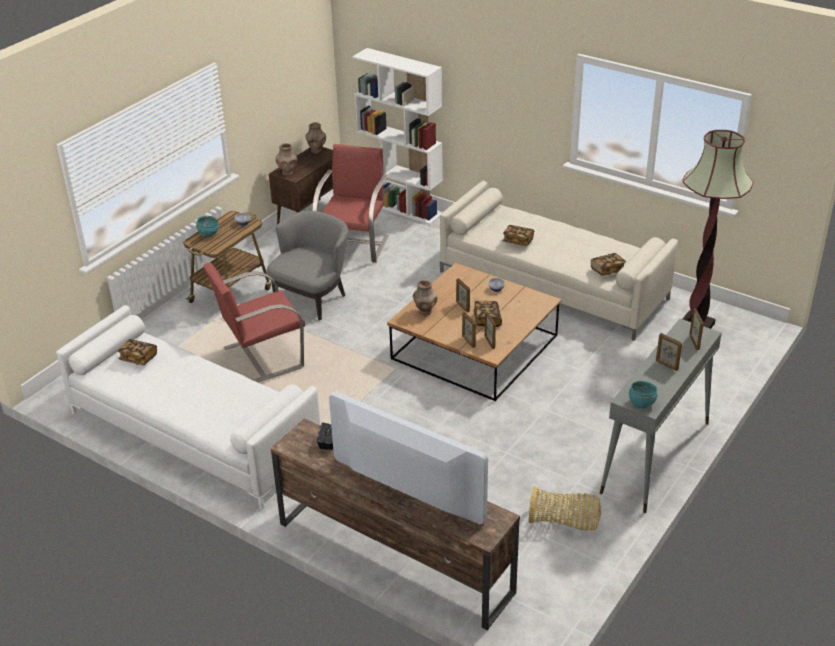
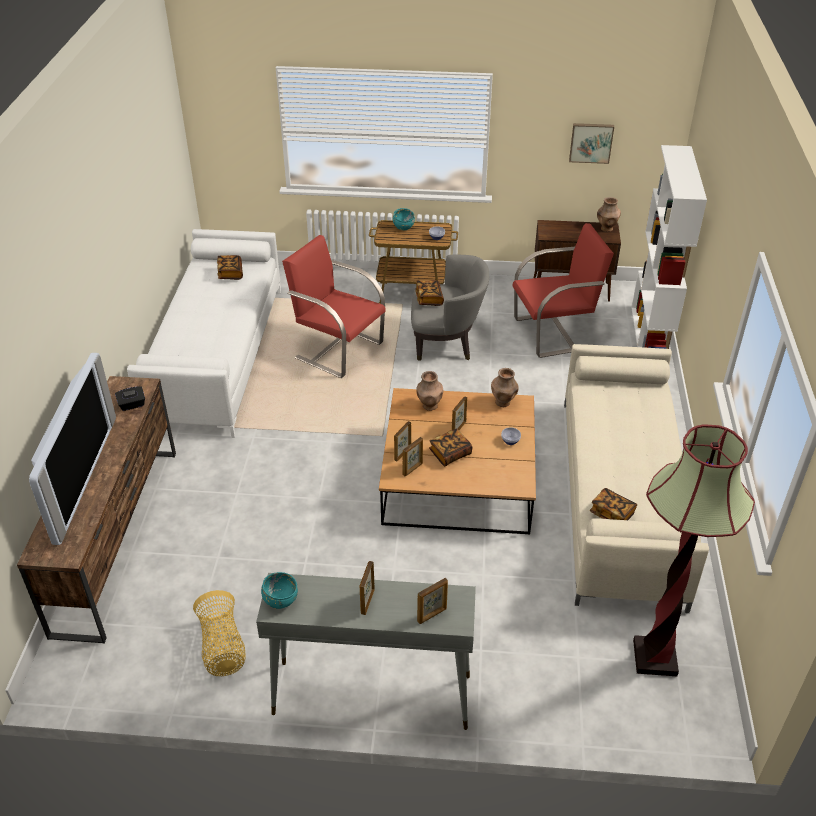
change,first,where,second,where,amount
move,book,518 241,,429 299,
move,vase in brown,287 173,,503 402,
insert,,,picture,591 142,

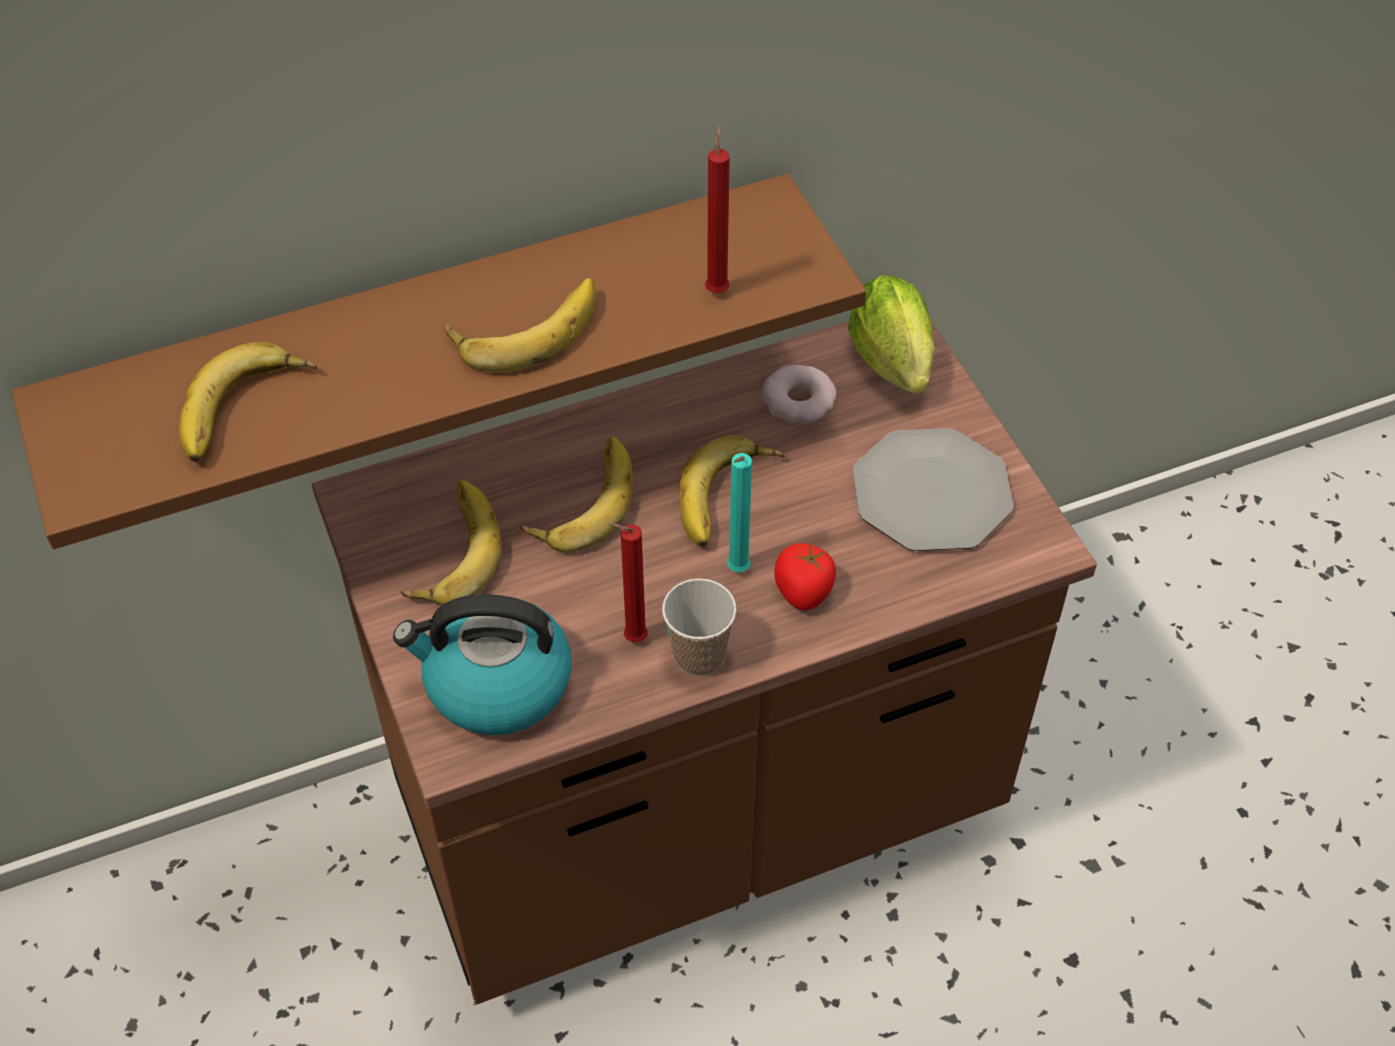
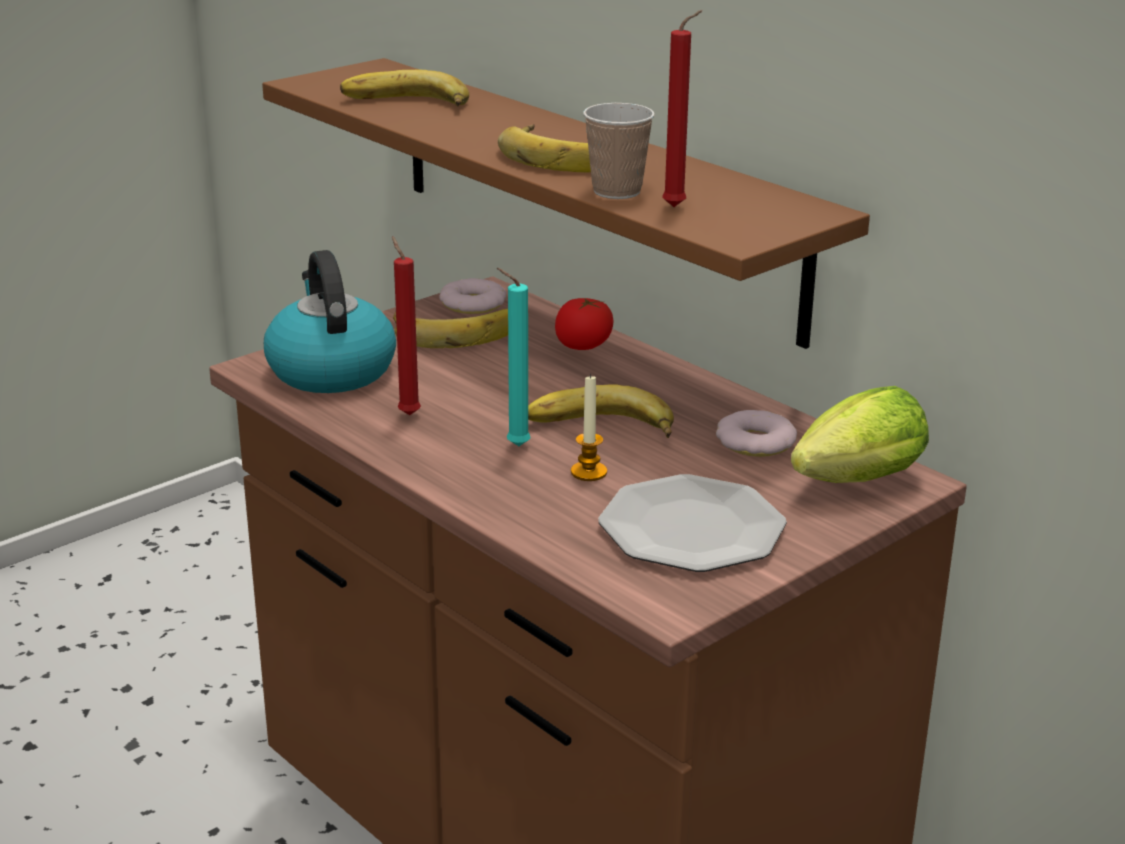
change,first,where,second,where,amount
insert,,,donut,472 304,
move,tomato,803 592,,584 345,
insert,,,candle,588 472,
move,cup,699 656,,617 191,
delete,banana,581 500,,,

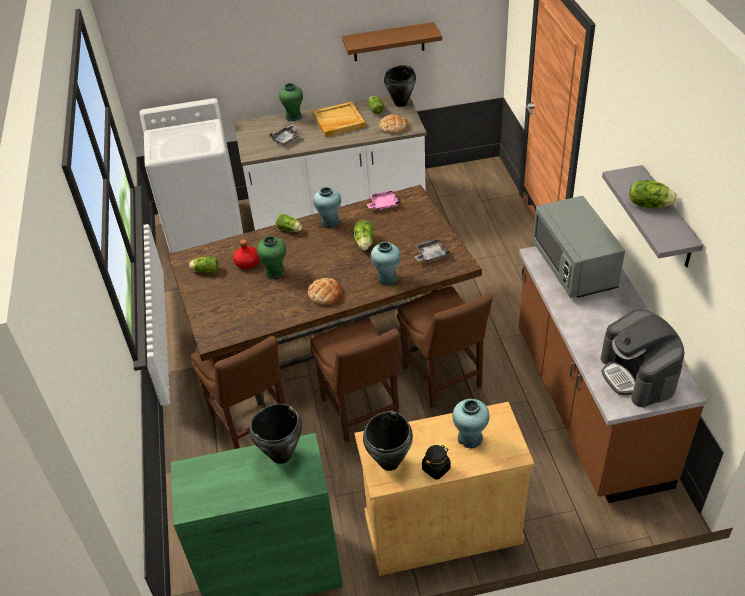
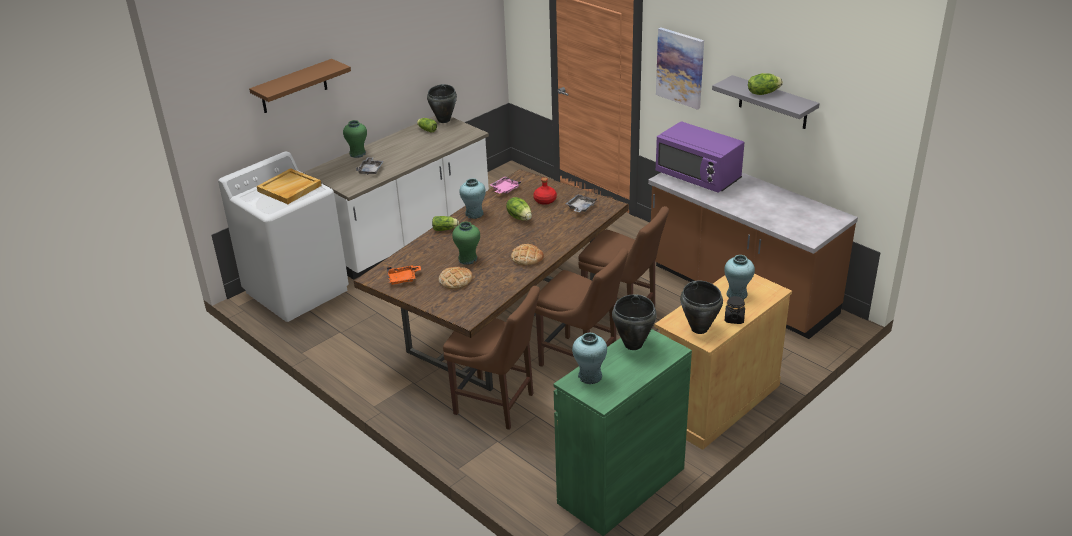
change,first,where,second,where,amount
move,shelf in brown,388 42,,293 86,
move,tray in beige,338 121,,289 189,
replace,lettuce,204 270,tray in orange,403 279,
move,bread,393 127,,455 281,
move,bottle in red,247 263,,545 200,
move,vase in turquoise,387 278,,590 376,
insert,,,picture,680 67,
recolor,microwave in grey,574 267,microwave in purple,698 177,
delete,coffee machine,637 375,,,

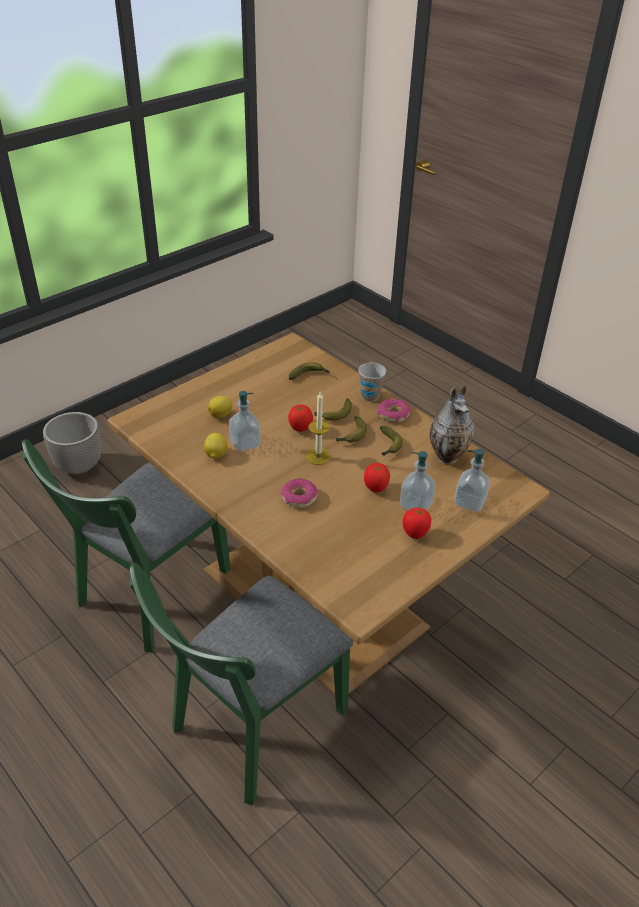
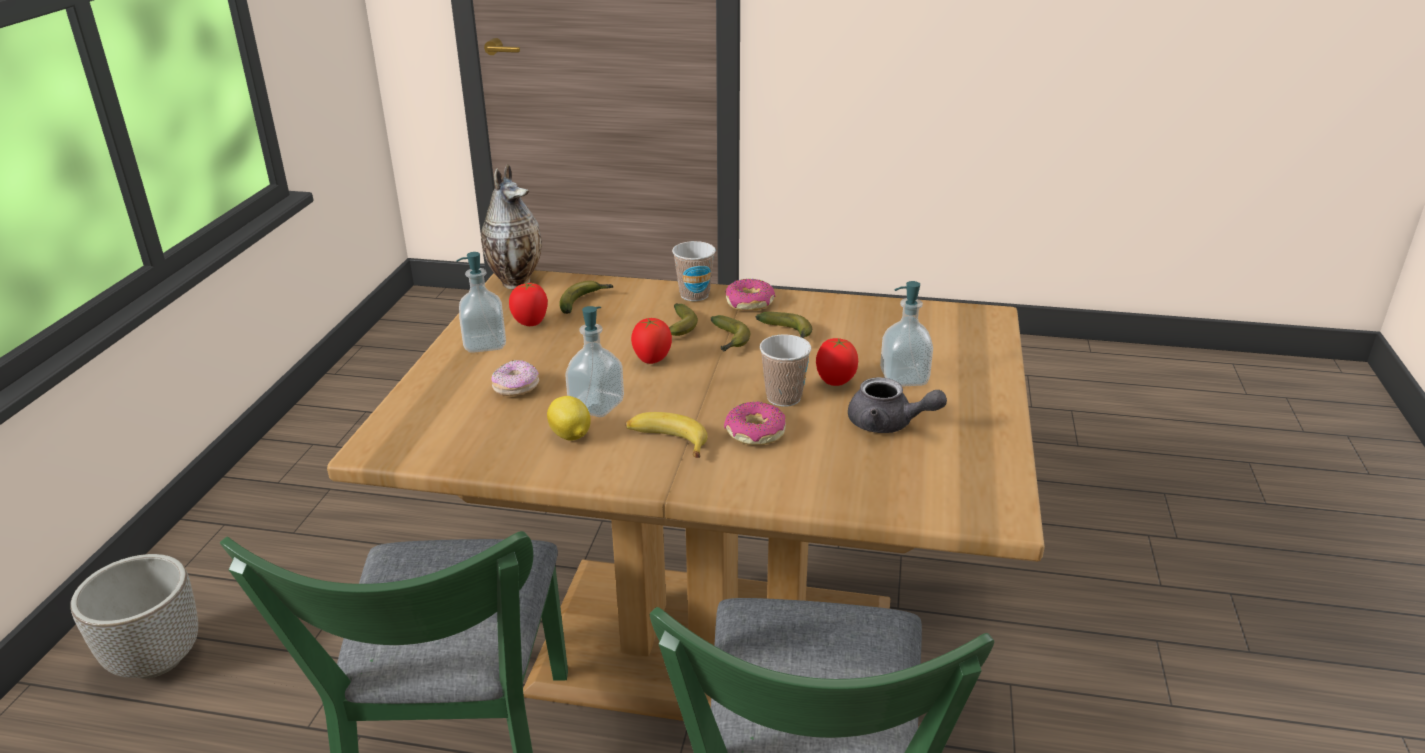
change,first,where,second,where,amount
move,soap dispenser,469 502,,485 344,
move,vase,448 456,,516 281,
replace,lemon,221 415,donut,516 388,
move,tomato,415 534,,531 323,
insert,,,banana,666 441,
insert,,,cup,783 397,
insert,,,teapot in grey,888 424,
delete,candle,318 456,,,

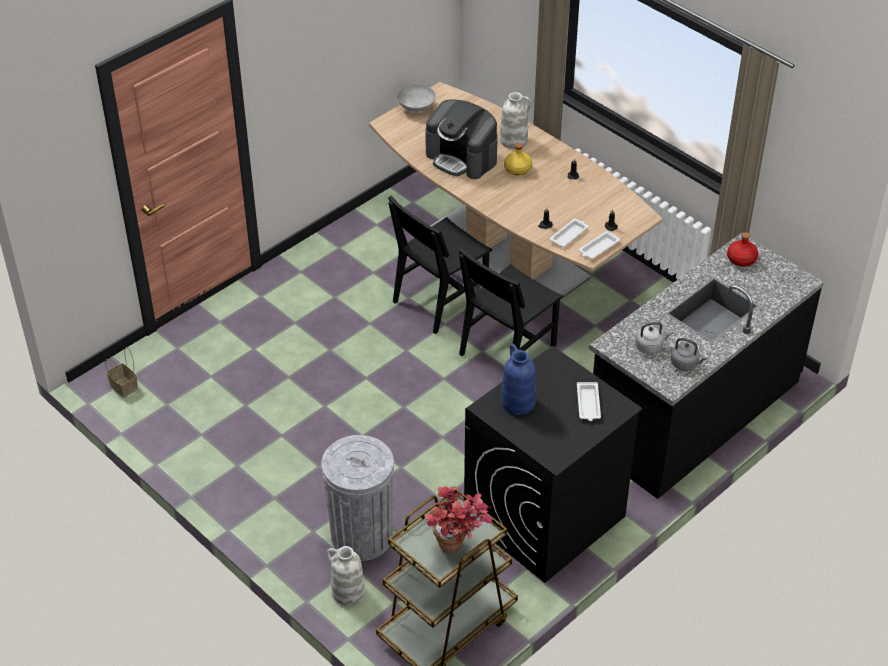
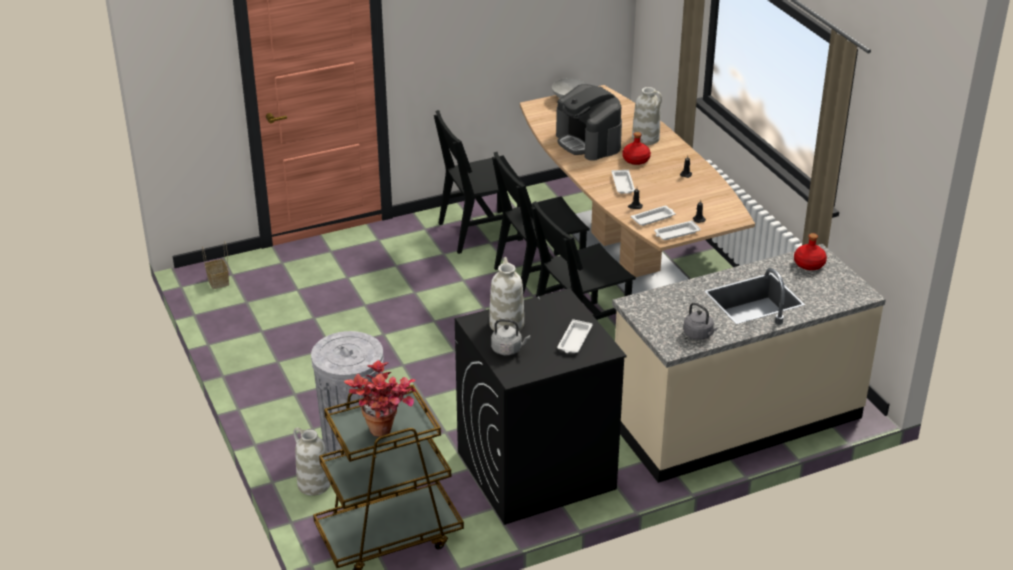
change,first,where,second,where,amount
insert,,,chair in black,480 231,
recolor,vase in blue,517 402,vase in white,506 324,
move,kettle in grey,650 346,,508 349,
insert,,,tray in white,623 184,
recolor,counter in black,692 412,counter in beige,735 418,
recolor,bottle in yellow,517 169,bottle in red,635 160,

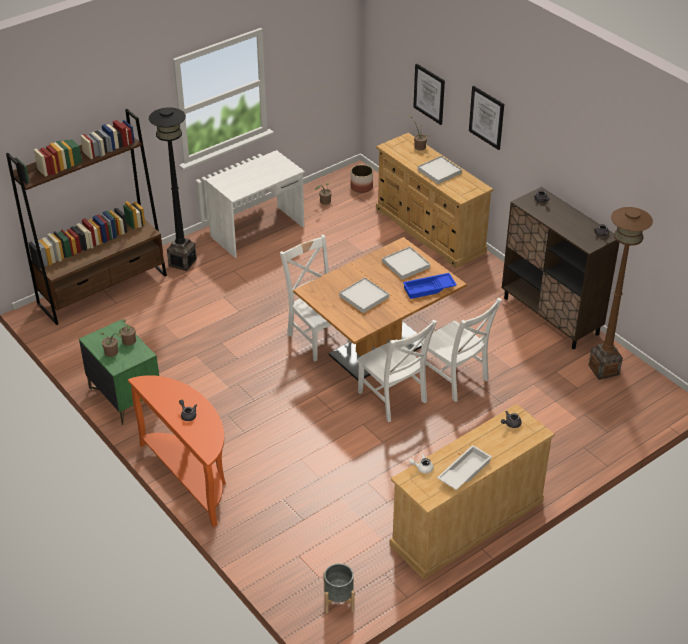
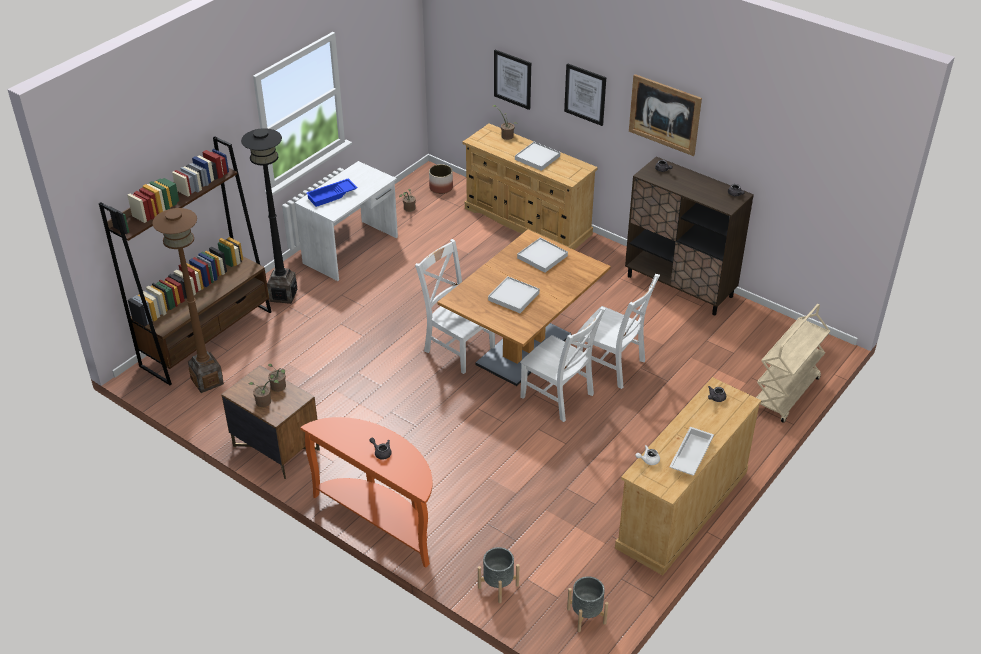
change,first,where,second,where,amount
move,floor lamp in brown,603 369,,207 381,
recolor,nightstand in green,124 396,nightstand in brown,275 448,
move,tray in blue,429 289,,332 196,
insert,,,planter in grey,498 586,
insert,,,picture,664 114,
insert,,,cart in beige,786 394,

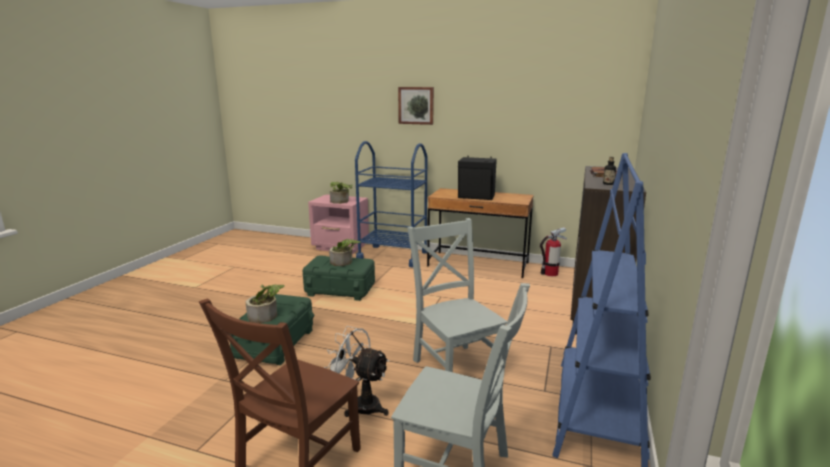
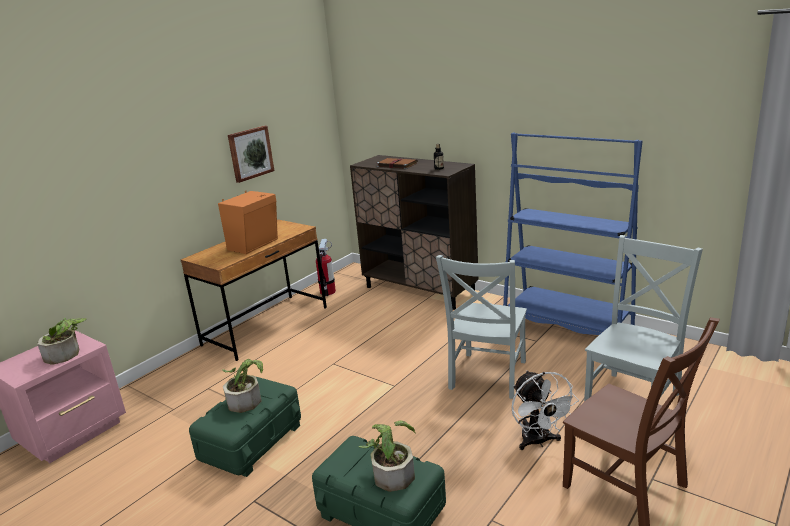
change,first,where,second,where,amount
recolor,speaker in black,476 197,speaker in orange,255 244,
move,picture,416 105,,250 153,
rotate,chair in grey,455 366,,487 377,60 degrees counterclockwise
rotate,fan in white,360 405,,538 442,60 degrees counterclockwise
delete,cart in blue,393 256,,,

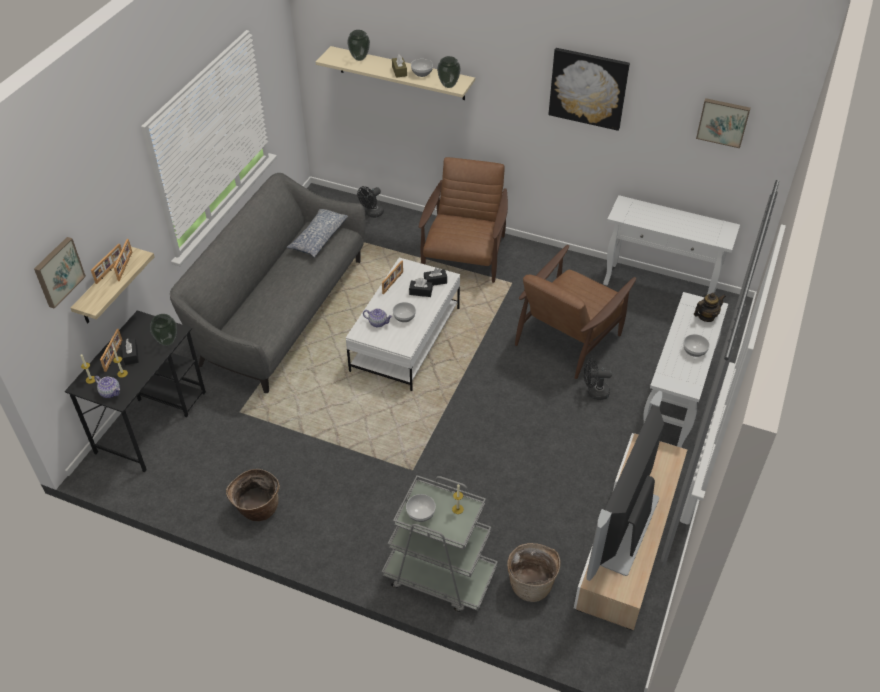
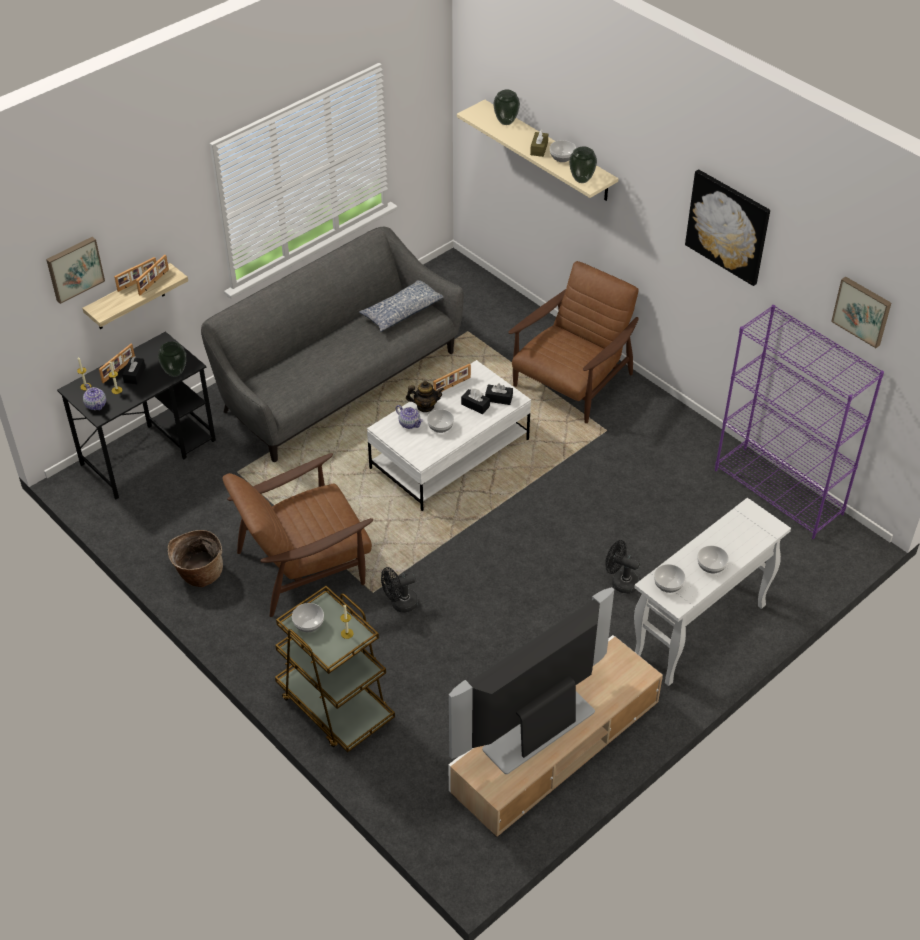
change,first,where,second,where,amount
move,armchair in brown,568 337,,304 565,
recolor,cart in grey,439 576,cart in brown,335 706,
move,fan in black,372 214,,400 604,
move,teapot,706 316,,425 406,
insert,,,bowl,668 585,
replace,console table in white,660 287,bookcase in purple,779 492,
delete,basket,531 583,,,

